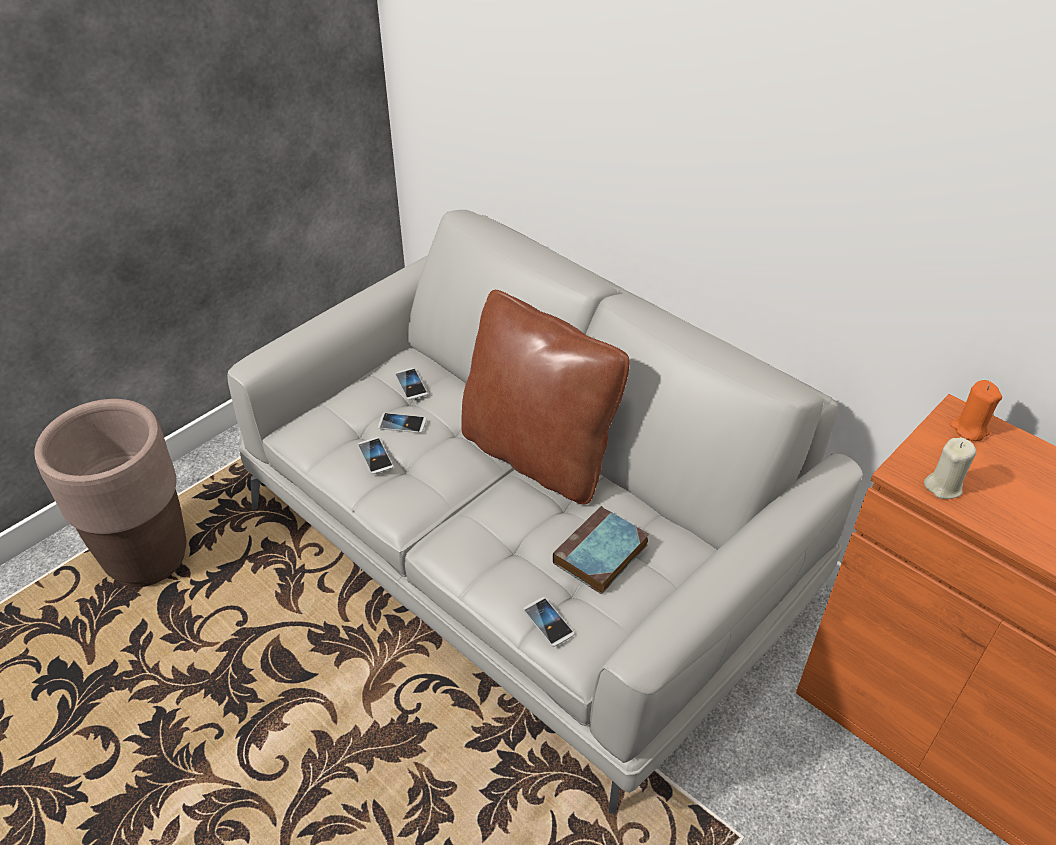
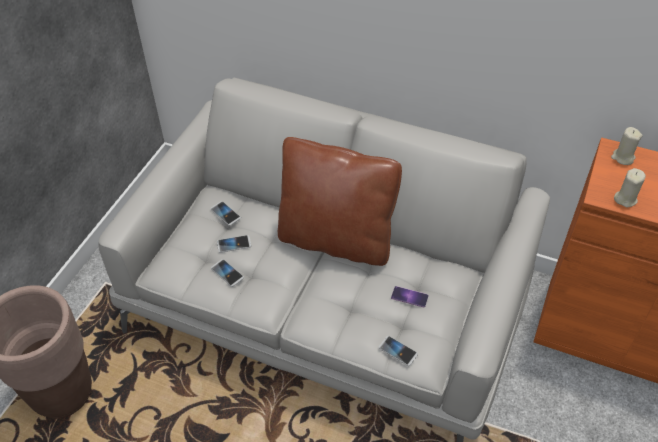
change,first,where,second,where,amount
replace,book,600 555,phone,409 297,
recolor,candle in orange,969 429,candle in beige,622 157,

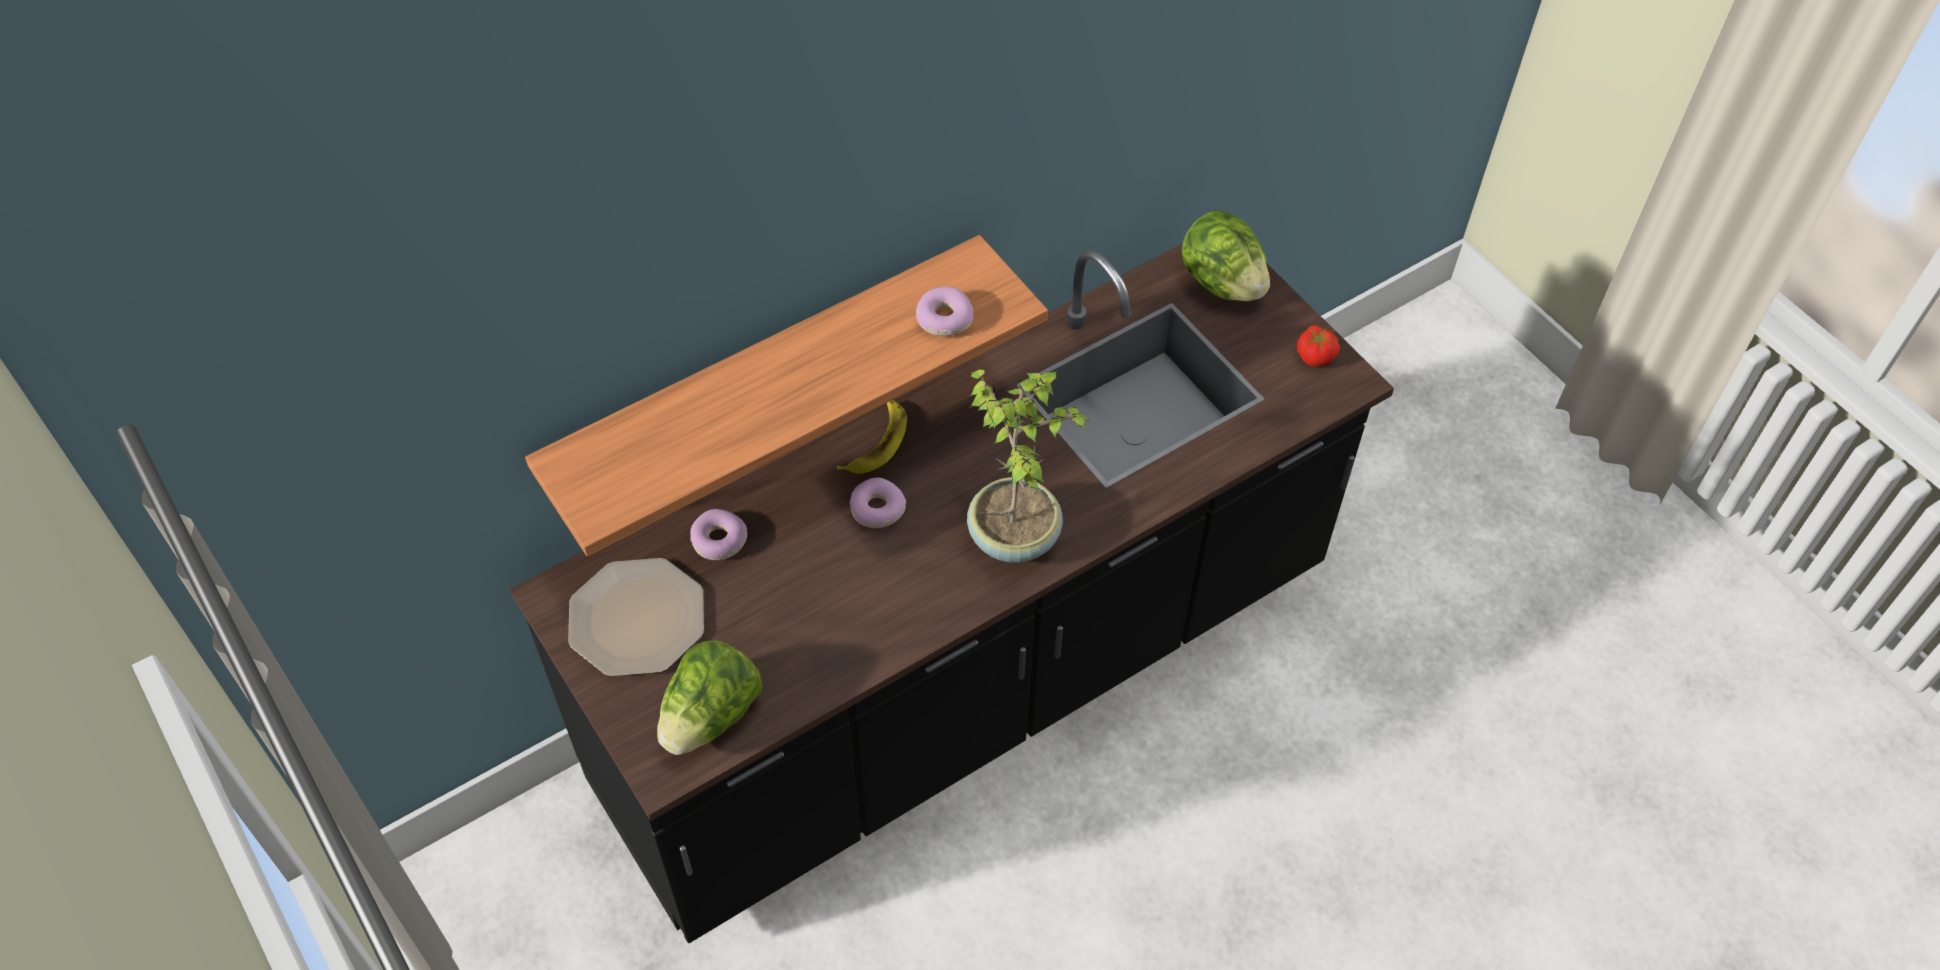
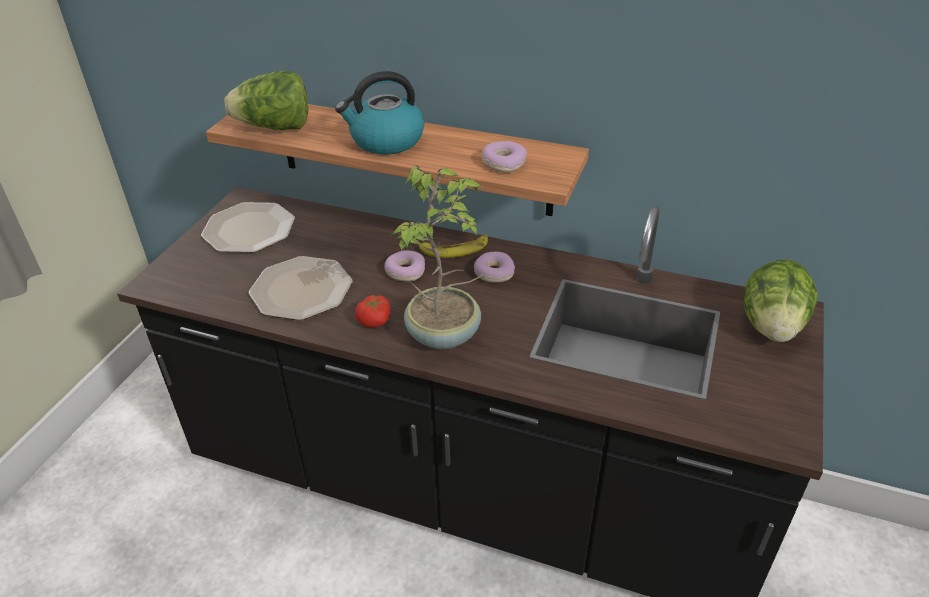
change,first,where,second,where,amount
move,lettuce,711 717,,275 128,
insert,,,plate,300 290,
insert,,,kettle,386 141,
move,tomato,1316 355,,375 321,
move,donut,719 541,,493 273,

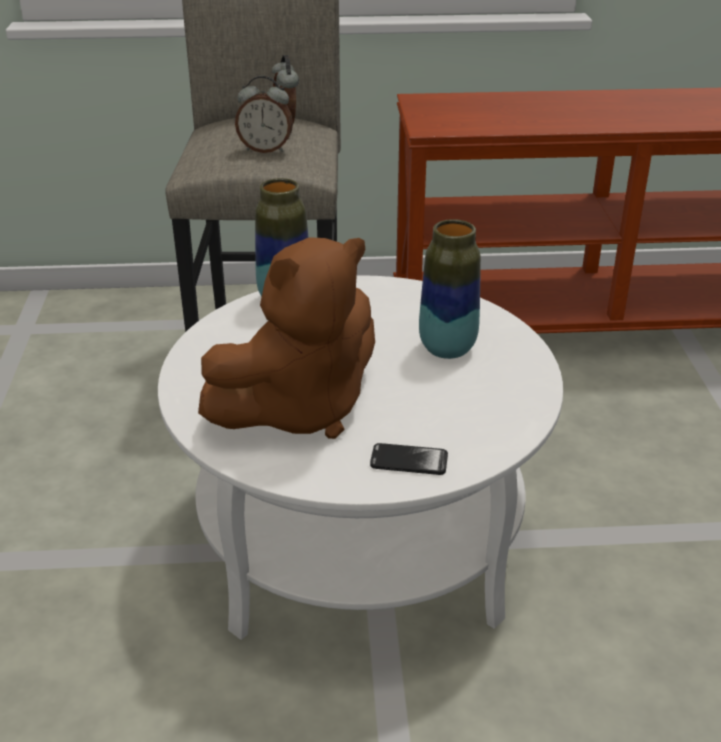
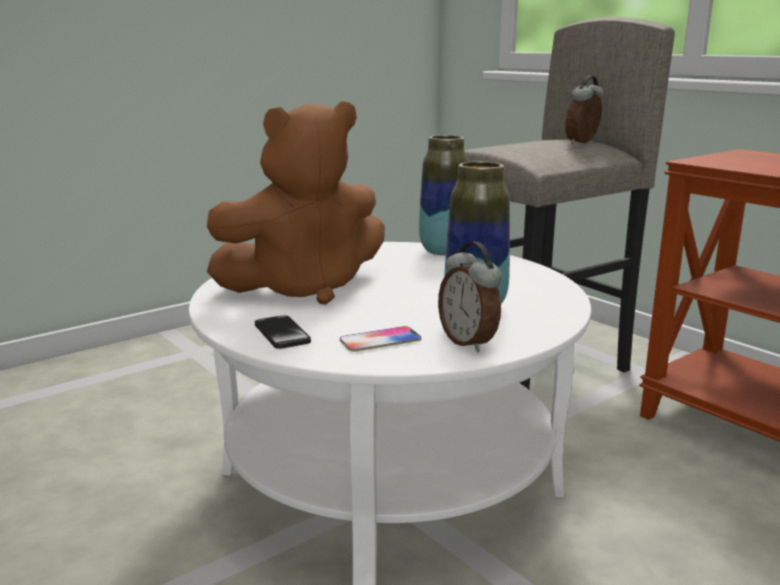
change,first,where,second,where,amount
rotate,plush toy in brown,299 409,,304 288,45 degrees counterclockwise
insert,,,phone,380 340,
move,alarm clock,266 149,,469 342,

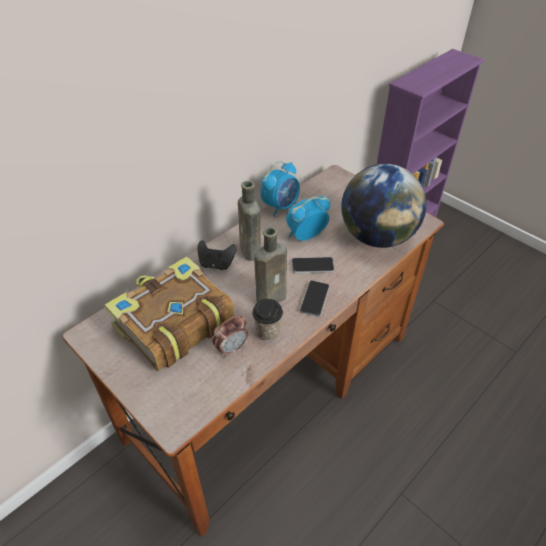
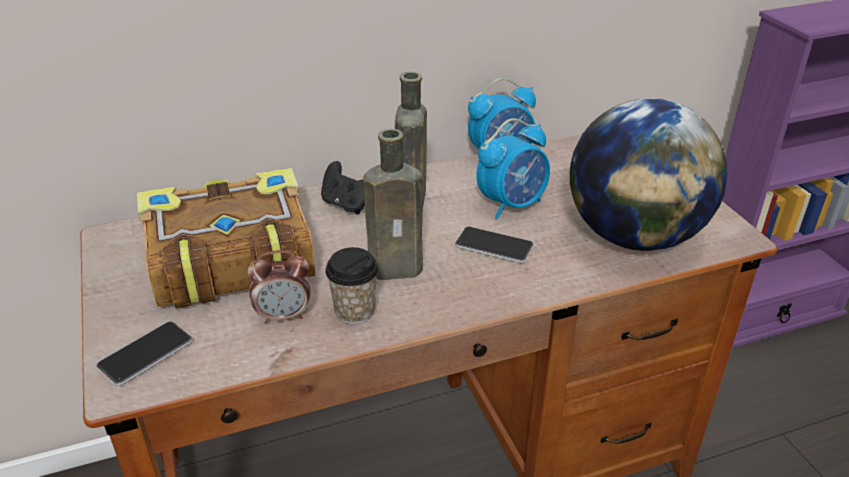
change,first,where,second,where,amount
move,phone,314 299,,146 354,
rotate,alarm clock,305 236,,512 204,150 degrees clockwise

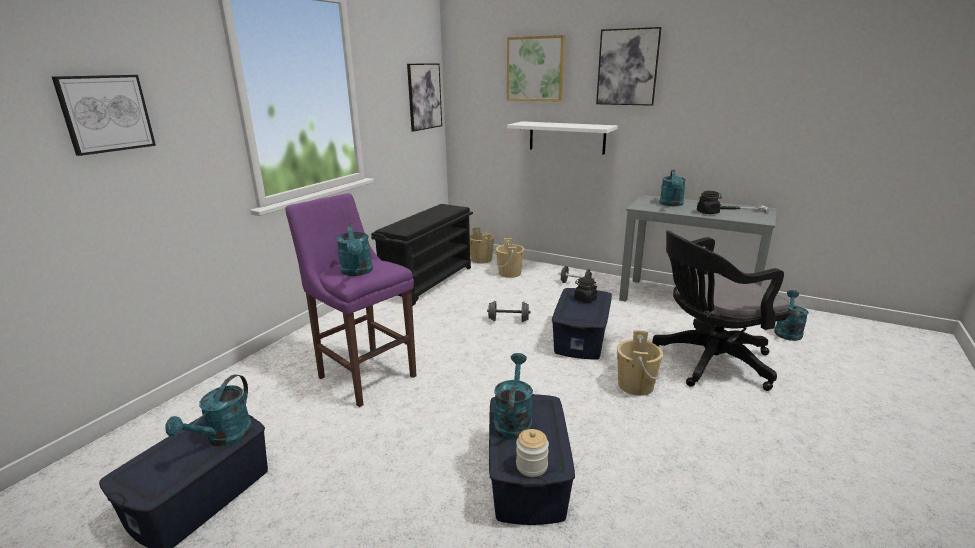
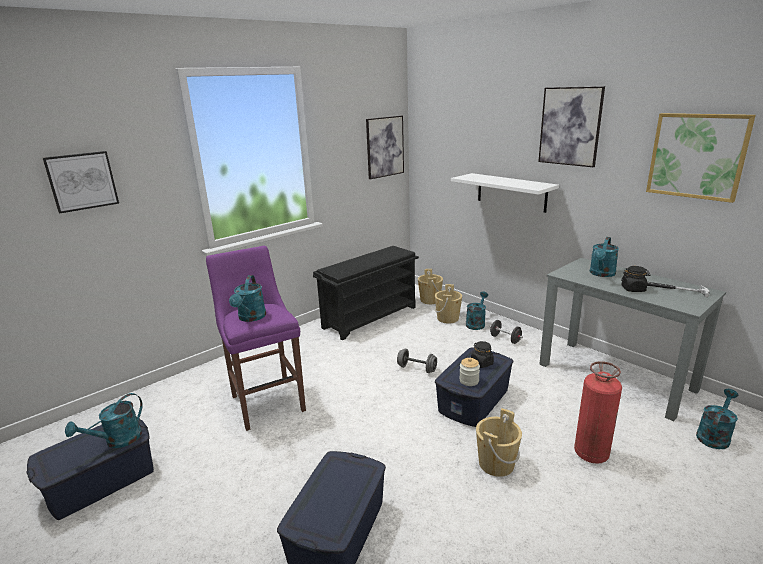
change,first,where,second,where,amount
move,jar,531 466,,469 381,
move,watering can in turquoise,513 420,,476 323,
replace,office chair in black,707 362,fire extinguisher,591 454,
move,picture,535 69,,697 156,

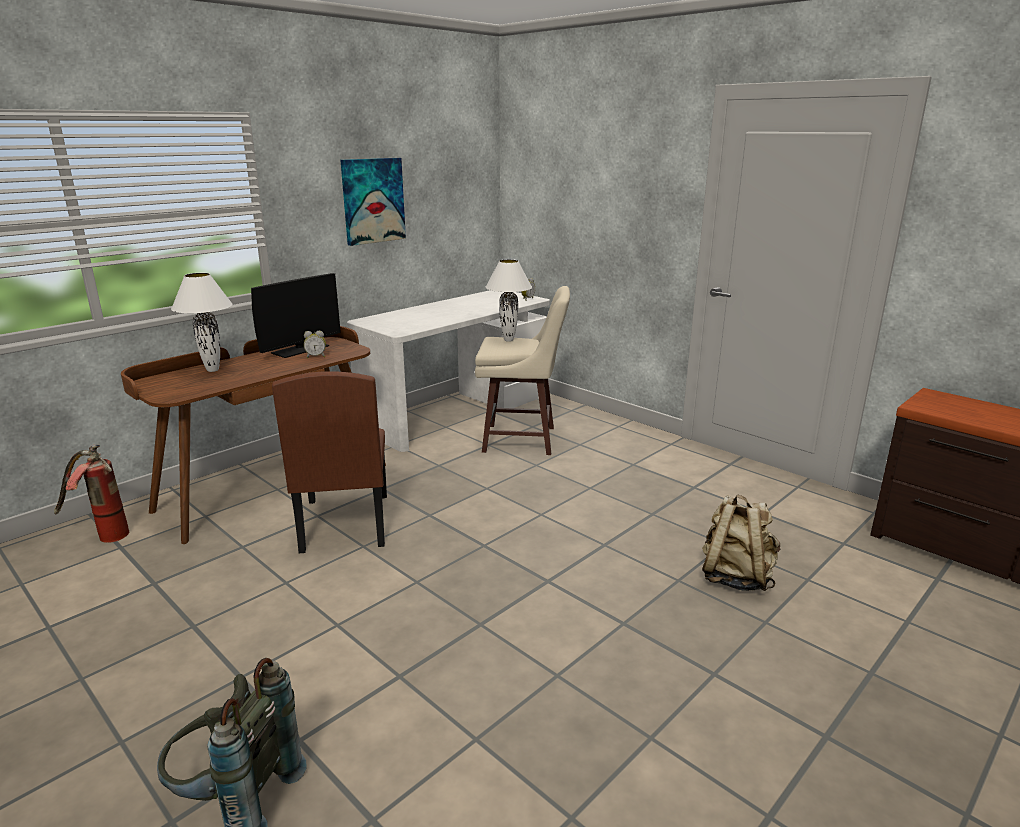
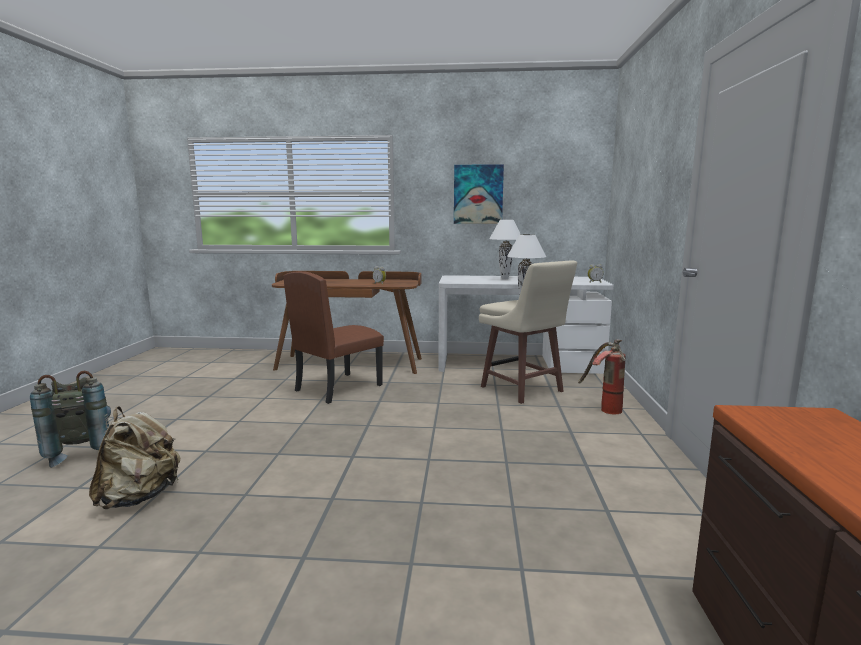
change,first,where,second,where,amount
move,backpack in beige,735 577,,140 497,
move,table lamp in white,212 370,,504 279,
move,fire extinguisher,101 536,,603 408,
delete,monitor,300 349,,,

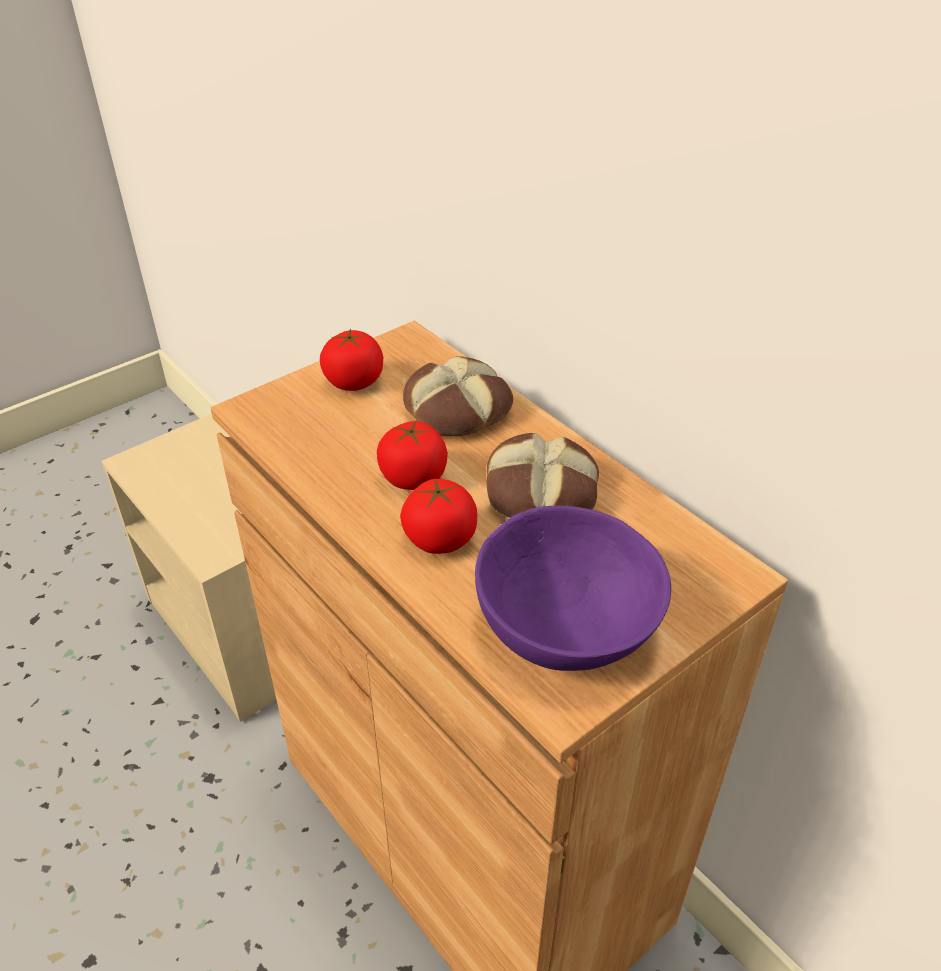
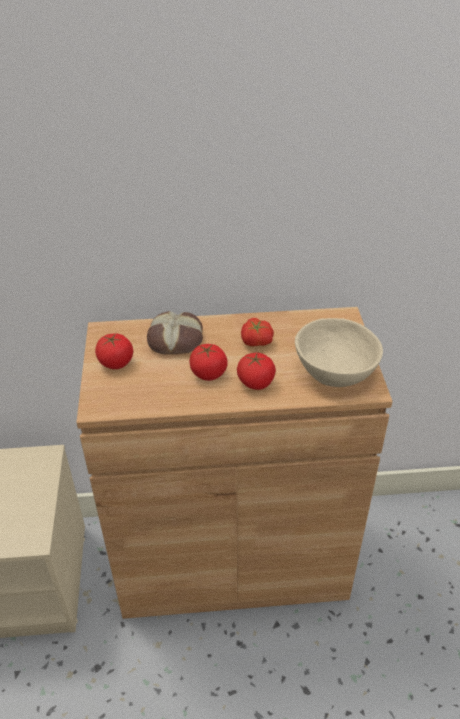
change,first,where,second,where,amount
replace,bread,540 493,tomato,256 341,
recolor,bowl in purple,562 626,bowl in beige,334 371,

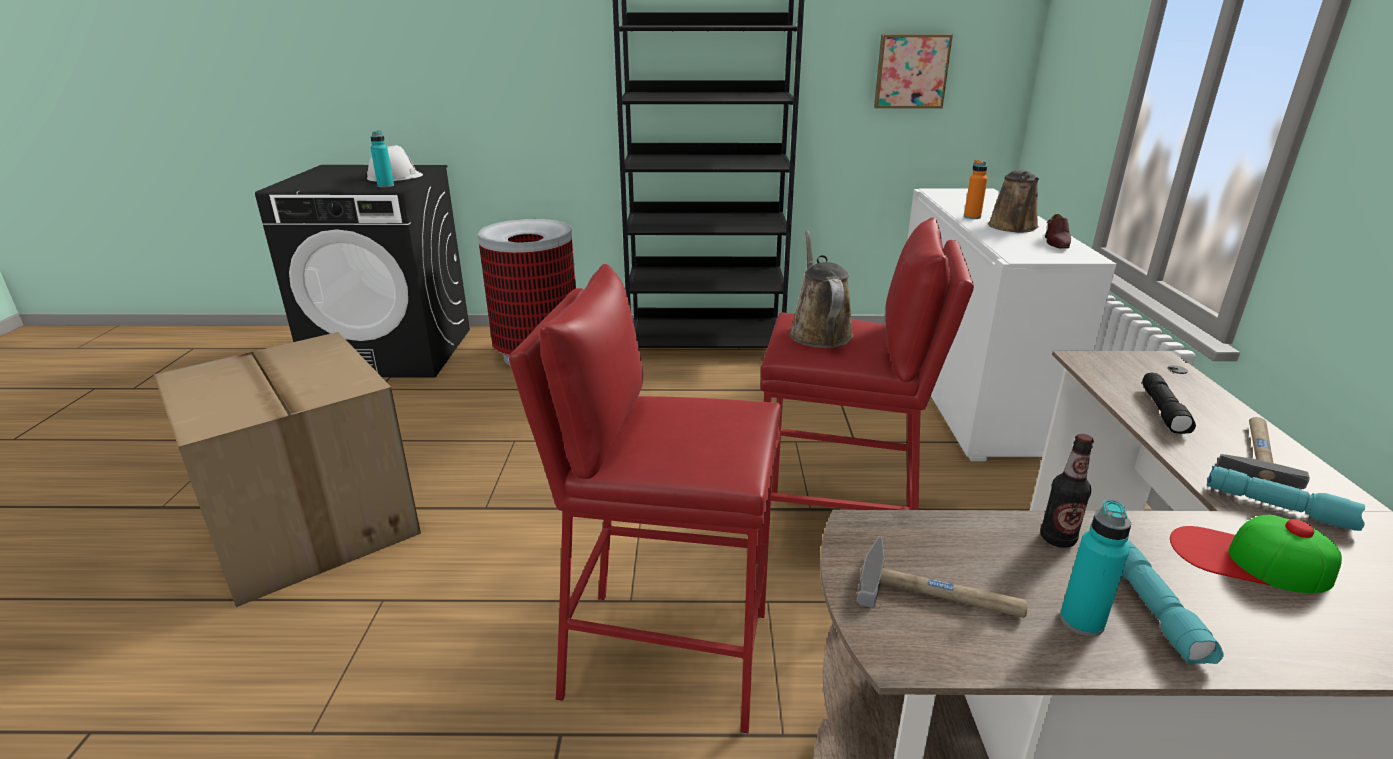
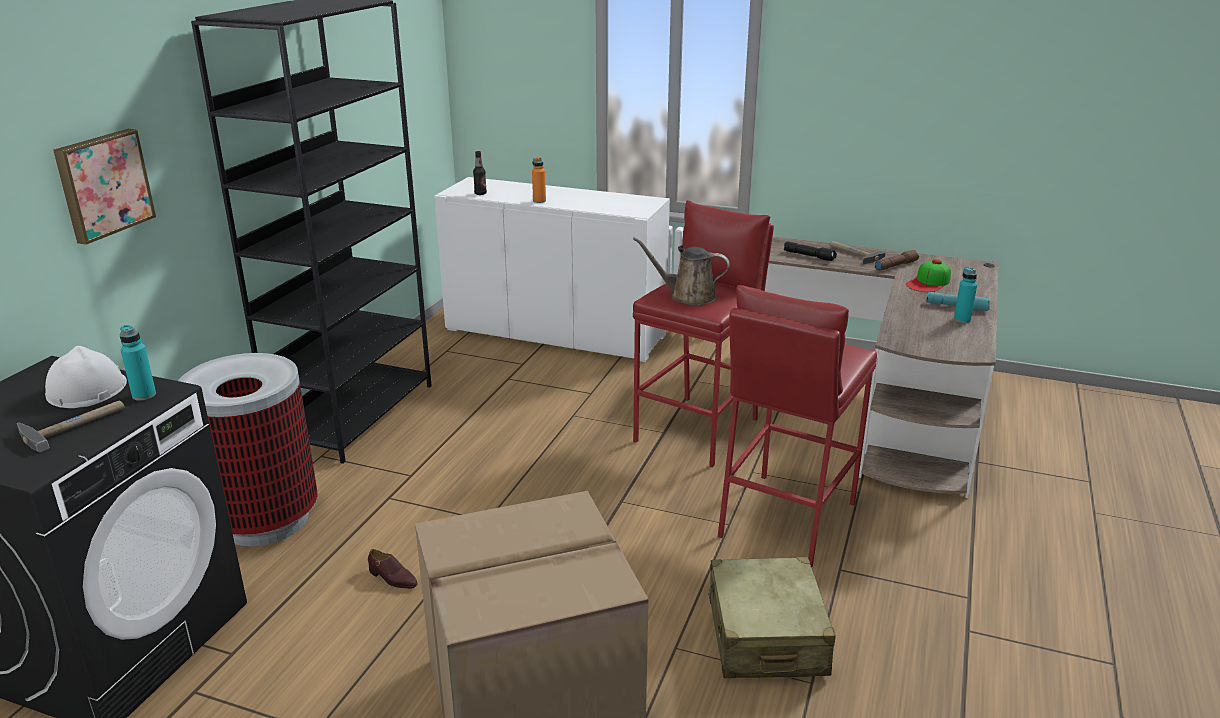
change,first,where,second,where,amount
move,hammer,940 593,,75 425,
move,picture,911 71,,103 184,
move,shoe in brown,1056 243,,392 578,
move,bottle,1057 539,,480 193,
insert,,,suitcase in beige,766 636,
recolor,flashlight in turquoise,1279 507,flashlight in brown,895 265,
delete,watering can in brown,1014 227,,,

